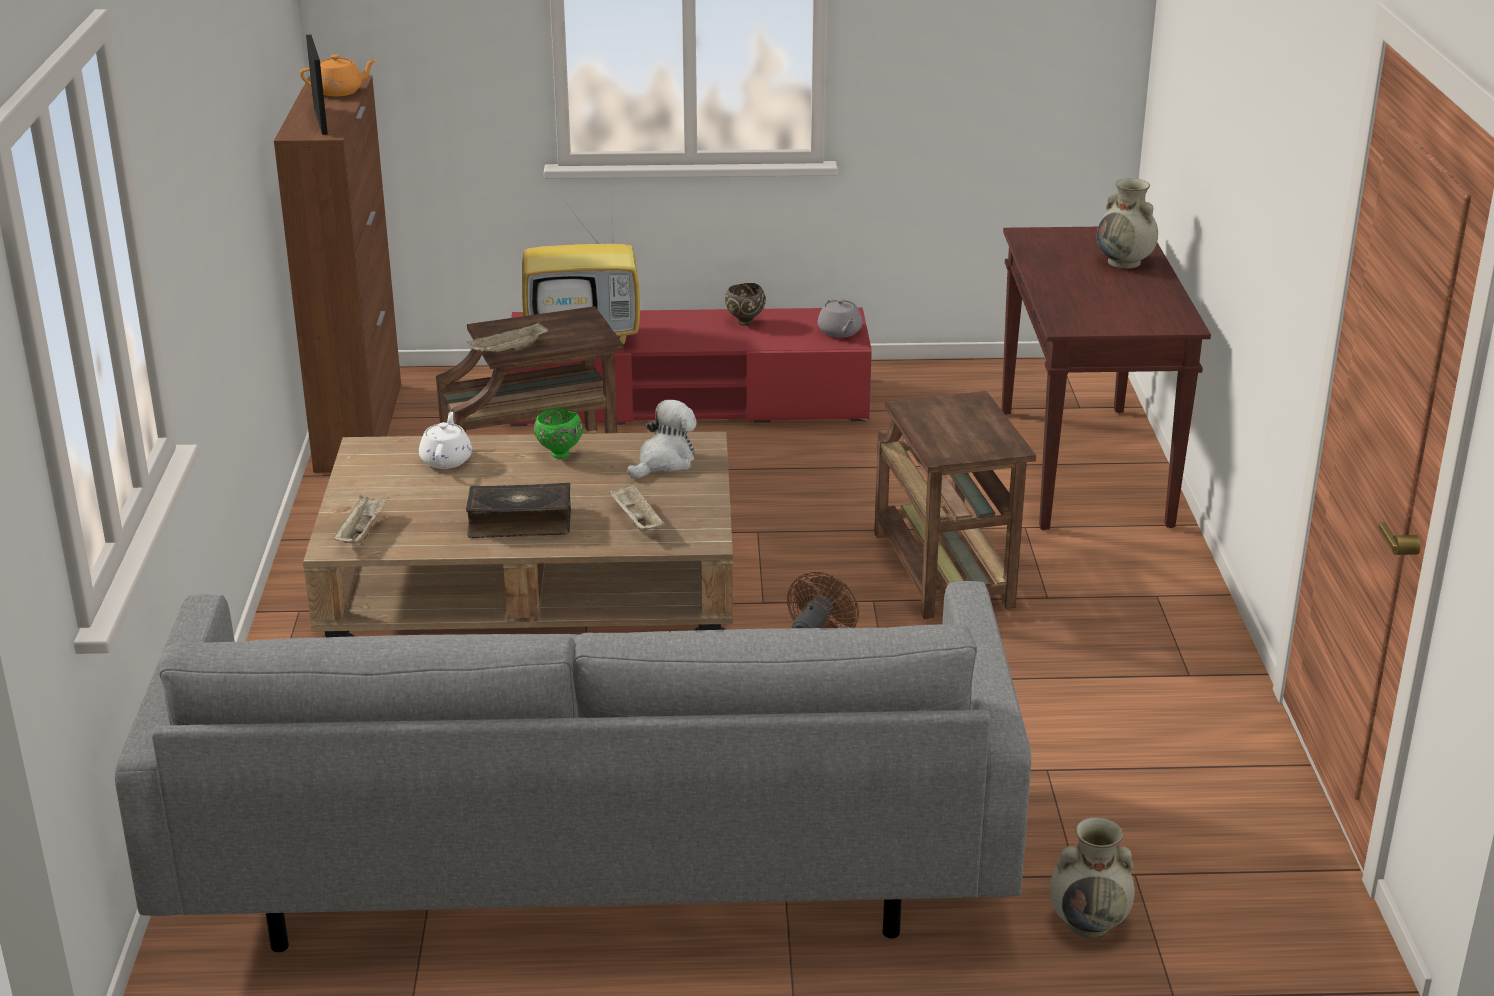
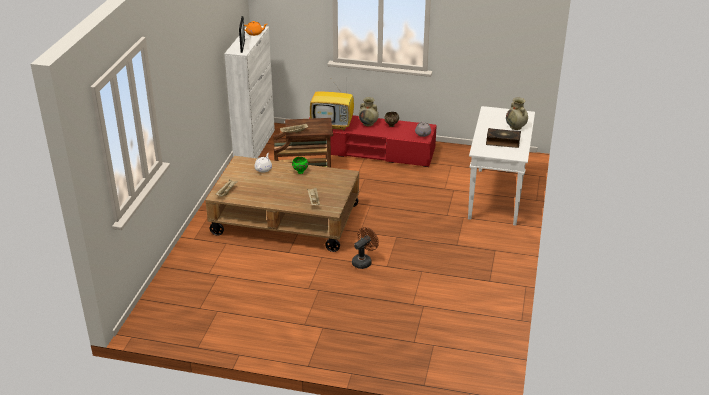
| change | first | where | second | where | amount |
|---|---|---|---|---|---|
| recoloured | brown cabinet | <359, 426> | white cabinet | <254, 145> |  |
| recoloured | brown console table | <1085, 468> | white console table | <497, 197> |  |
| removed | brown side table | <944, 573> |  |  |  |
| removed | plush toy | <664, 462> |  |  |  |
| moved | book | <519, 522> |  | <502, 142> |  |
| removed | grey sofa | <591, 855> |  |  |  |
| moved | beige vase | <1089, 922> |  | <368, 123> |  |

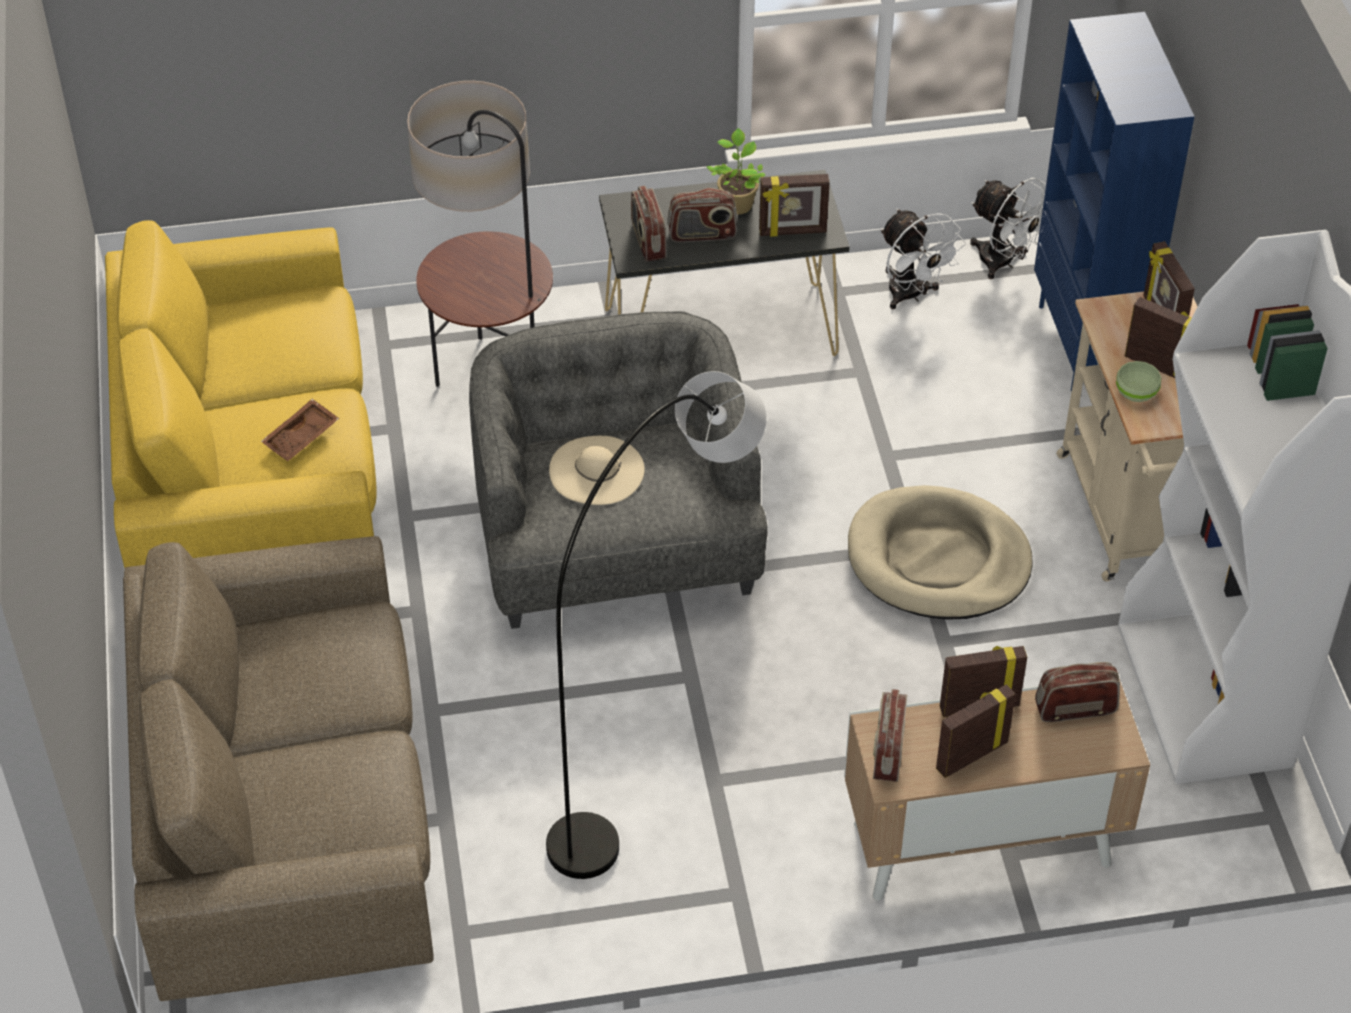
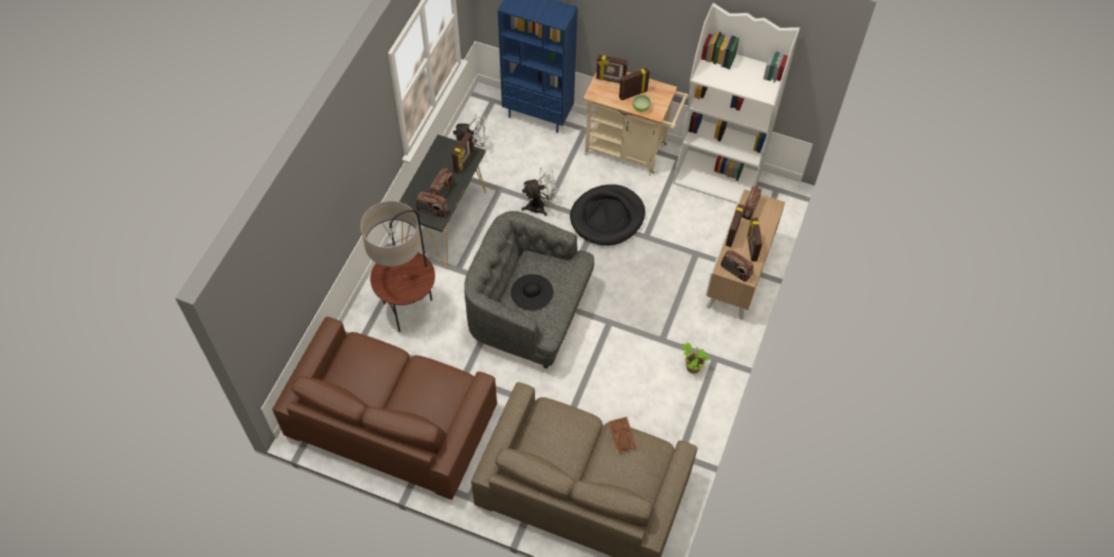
| change | first | where | second | where | amount |
|---|---|---|---|---|---|
| moved | potted plant | <737, 203> |  | <692, 367> |  |
| moved | white fan | <1004, 262> |  | <541, 206> |  |
| recoloured | yellow sofa | <251, 462> | brown sofa | <392, 419> |  |
| removed | grey floor lamp | <657, 753> |  |  |  |
| moved | brown tray | <302, 438> |  | <622, 436> |  |
| recoloured | beige hat | <596, 470> | black hat | <532, 292> |  |
| recoloured | beige dog bed | <938, 559> | black dog bed | <607, 217> |  |

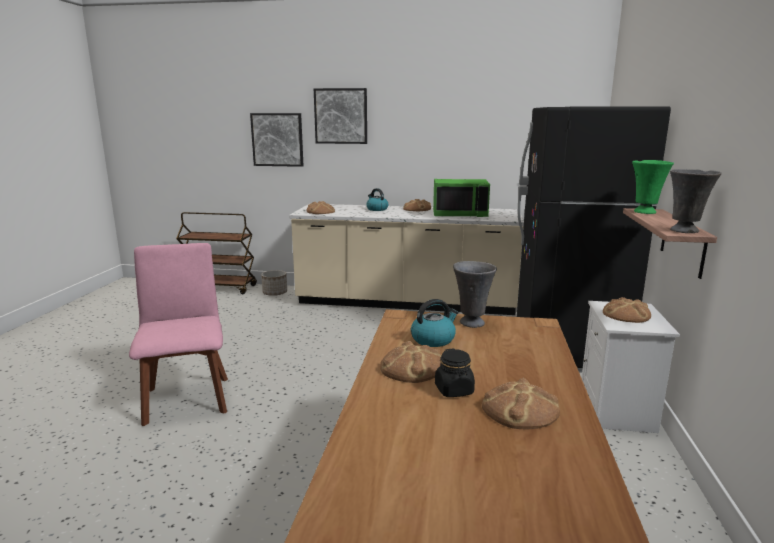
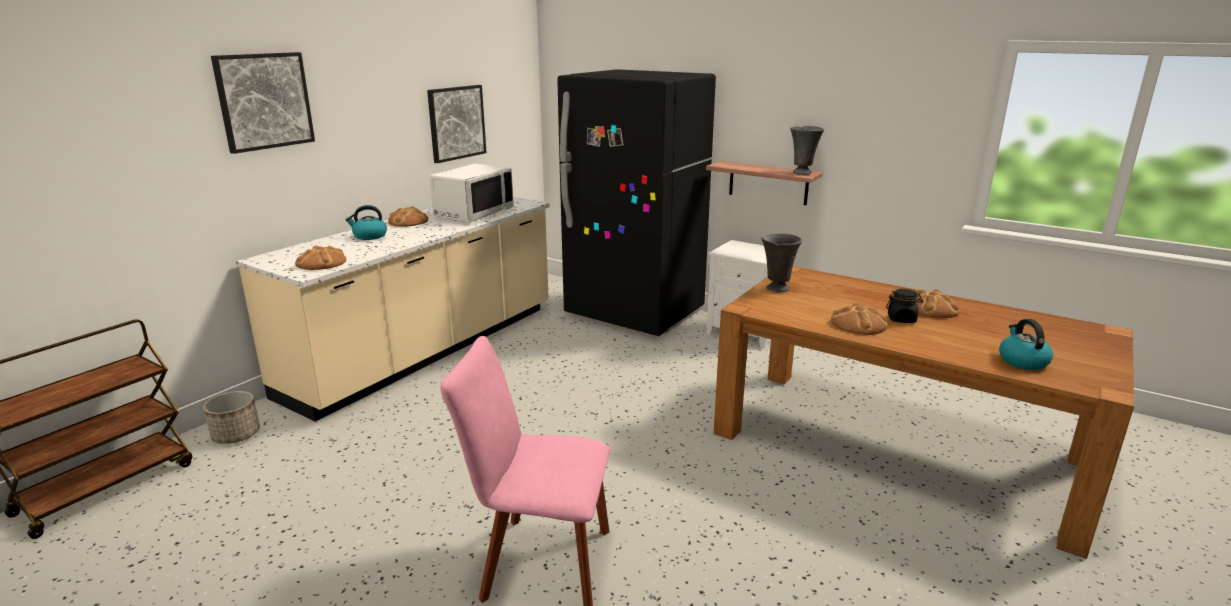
| change | first | where | second | where | amount |
|---|---|---|---|---|---|
| moved | picture | <277, 139> |  | <456, 123> |  |
| removed | green vase | <645, 212> |  |  |  |
| recoloured | green microwave | <460, 214> | white microwave | <473, 213> |  |
| removed | bread | <626, 314> |  |  |  |
| moved | kettle | <433, 339> |  | <1022, 361> |  |

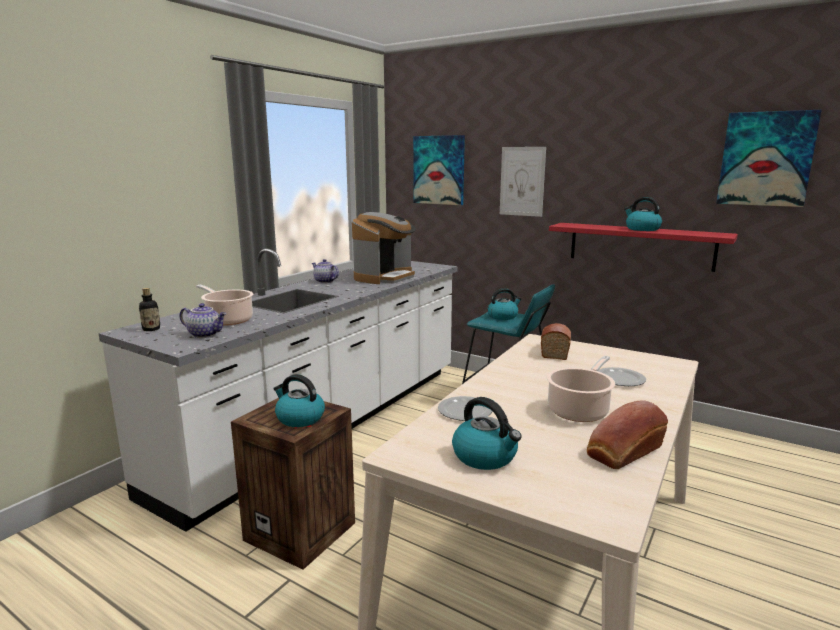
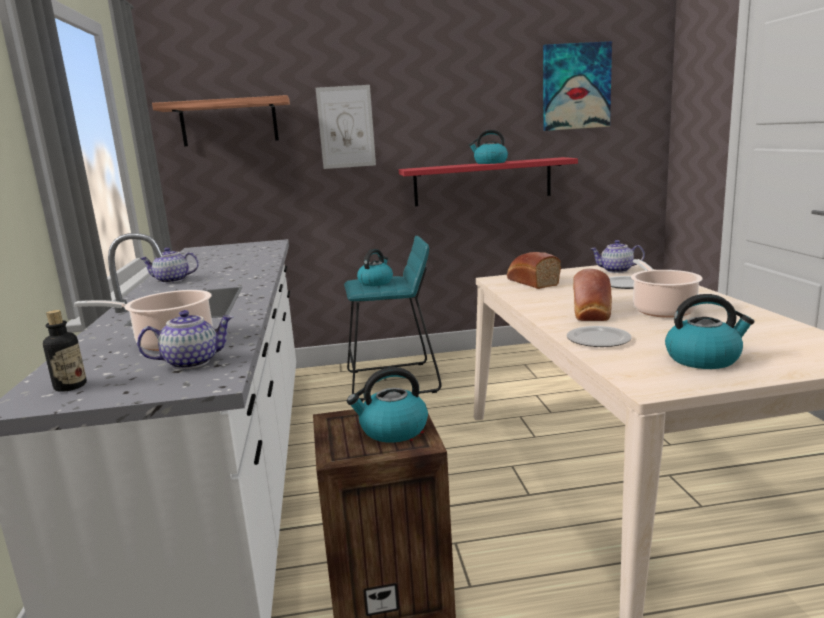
| change | first | where | second | where | amount |
|---|---|---|---|---|---|
| replaced | picture | <439, 170> | shelf | <229, 122> |  |
| removed | coffee machine | <385, 277> |  |  |  |
| moved | bread | <622, 452> |  | <591, 312> |  |
| added |  |  | teapot | <616, 271> |  |

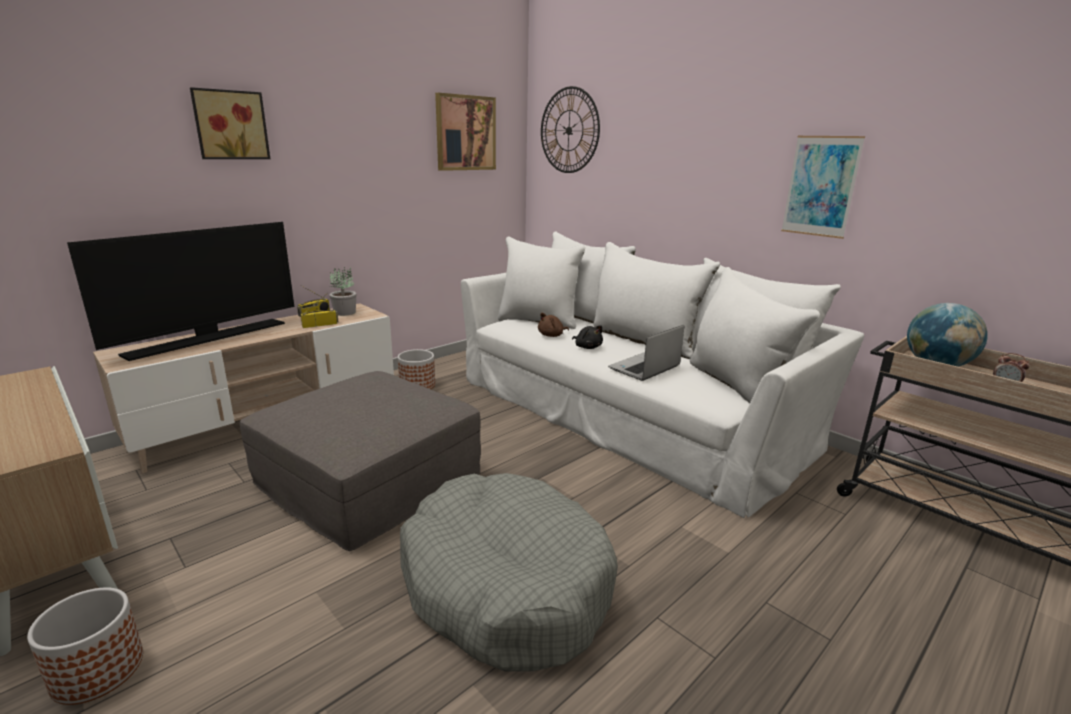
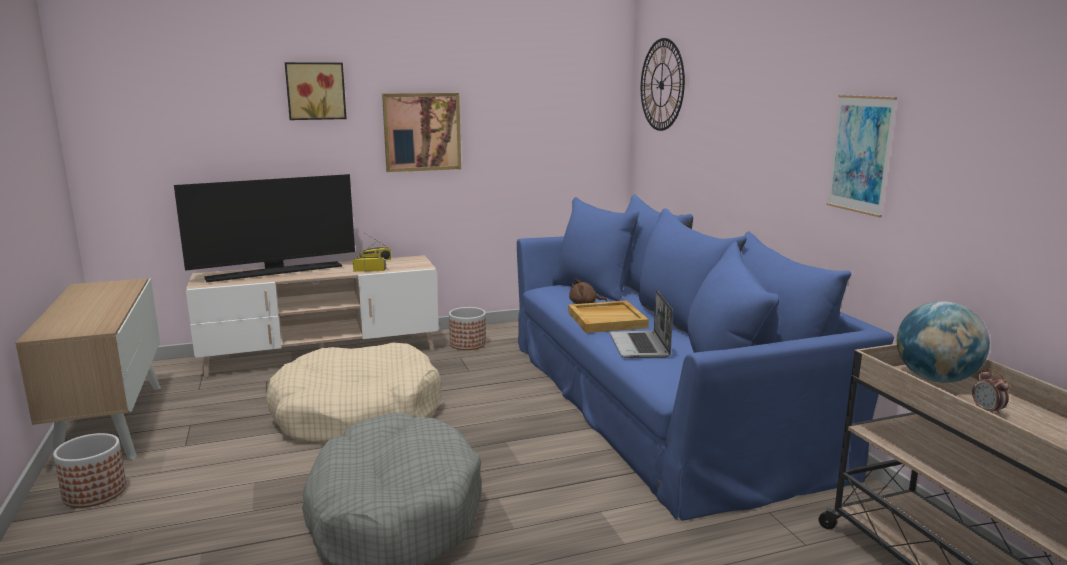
| change | first | where | second | where | amount |
|---|---|---|---|---|---|
| moved | picture | <465, 133> |  | <422, 132> |  |
| recoloured | white sofa | <626, 411> | blue sofa | <657, 400> |  |
| removed | potted plant | <345, 312> |  |  |  |
| replaced | black plush toy | <587, 347> | beige tray | <607, 320> |  |
| turned | laptop | <644, 368> |  | <640, 346> | 75 degrees counterclockwise |
| replaced | grey ottoman | <368, 479> | beige dog bed | <357, 413> |  |

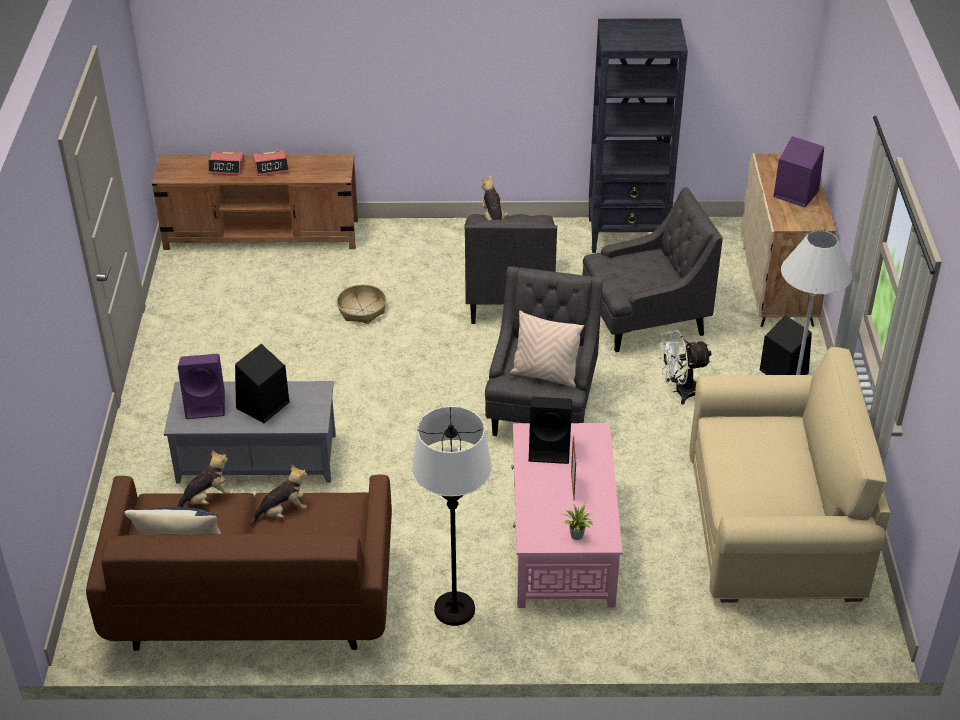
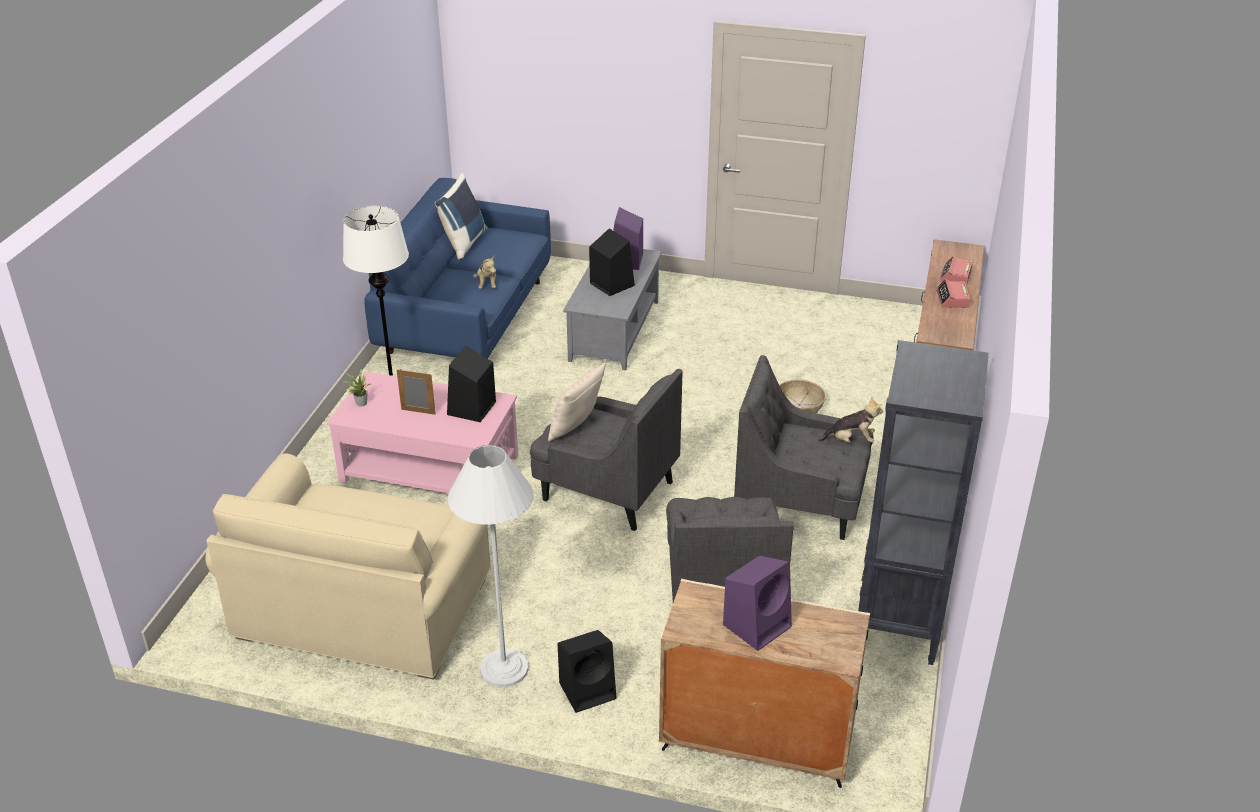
| change | first | where | second | where | amount |
|---|---|---|---|---|---|
| removed | white fan | <680, 391> |  |  |  |
| removed | plush toy | <206, 499> |  |  |  |
| recoloured | brown sofa | <252, 596> | blue sofa | <467, 316> |  |

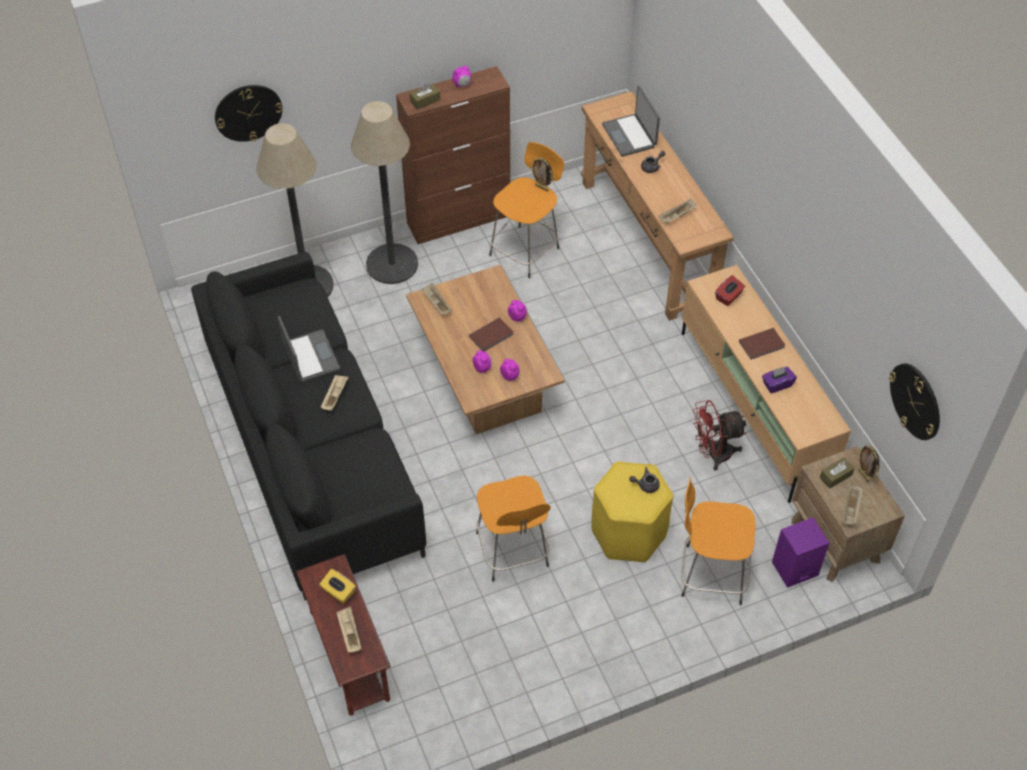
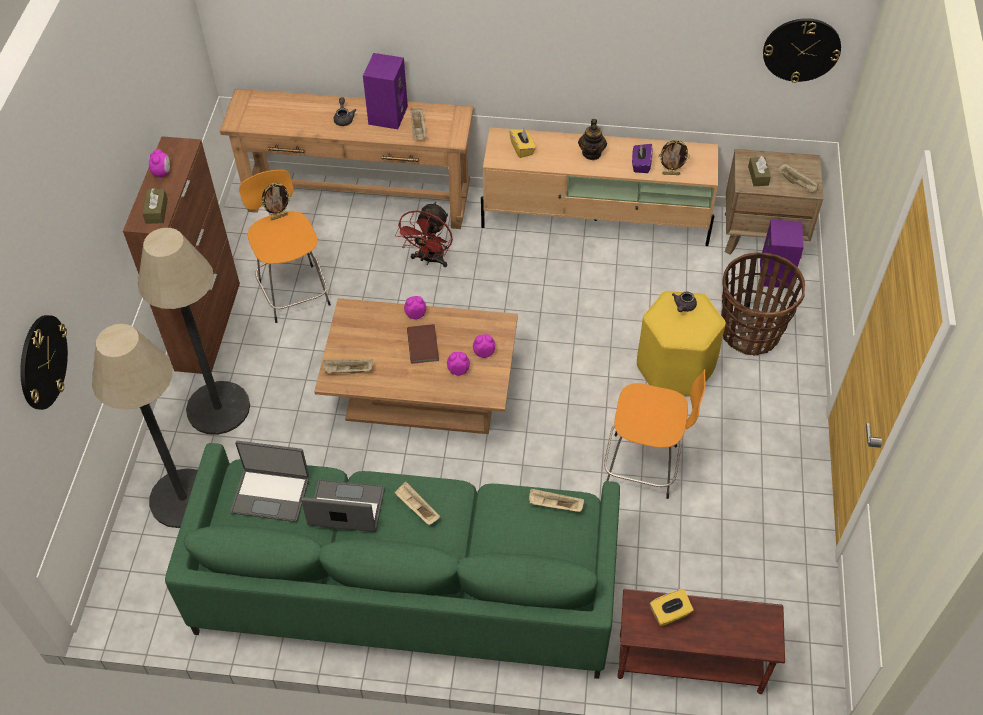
| change | first | where | second | where | amount |
|---|---|---|---|---|---|
| moved | laptop | <630, 136> |  | <271, 494> |  |
| recoloured | black sofa | <312, 446> | green sofa | <406, 586> |  |
| recoloured | red tissue box | <728, 297> | yellow tissue box | <522, 149> |  |
| replaced | brown book | <762, 345> | teapot | <592, 153> |  |
| moved | red fan | <713, 454> |  | <429, 259> |  |
| moved | picture frame | <864, 476> |  | <671, 173> |  |
| replaced | orange stool | <710, 574> | basket | <750, 332> |  |
| moved | beige tray | <349, 633> |  | <554, 506> |  |
| added |  |  | purple speaker | <387, 114> |  |

